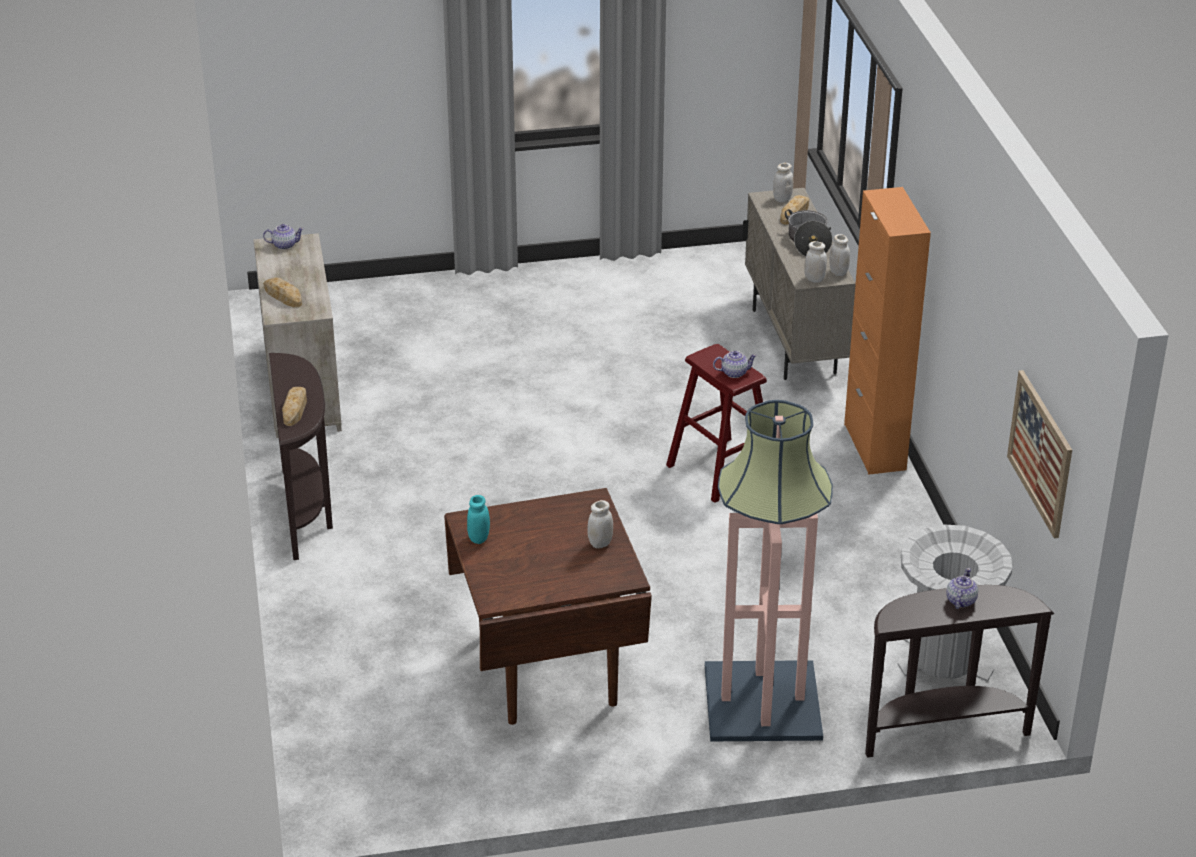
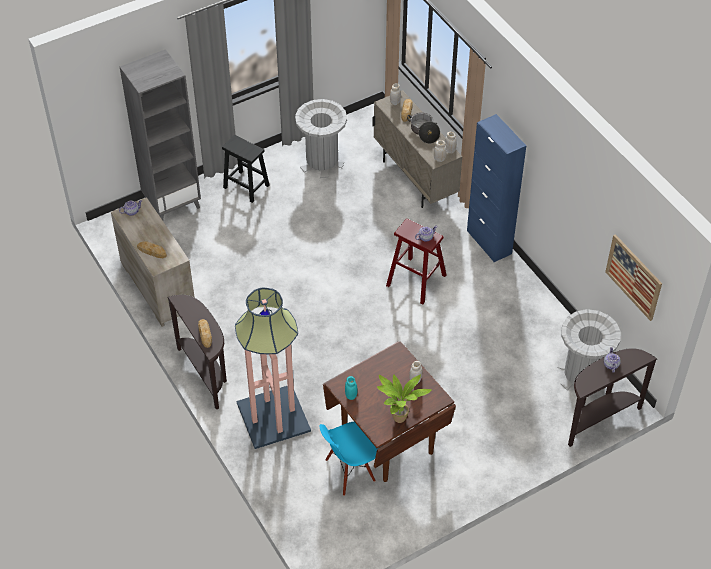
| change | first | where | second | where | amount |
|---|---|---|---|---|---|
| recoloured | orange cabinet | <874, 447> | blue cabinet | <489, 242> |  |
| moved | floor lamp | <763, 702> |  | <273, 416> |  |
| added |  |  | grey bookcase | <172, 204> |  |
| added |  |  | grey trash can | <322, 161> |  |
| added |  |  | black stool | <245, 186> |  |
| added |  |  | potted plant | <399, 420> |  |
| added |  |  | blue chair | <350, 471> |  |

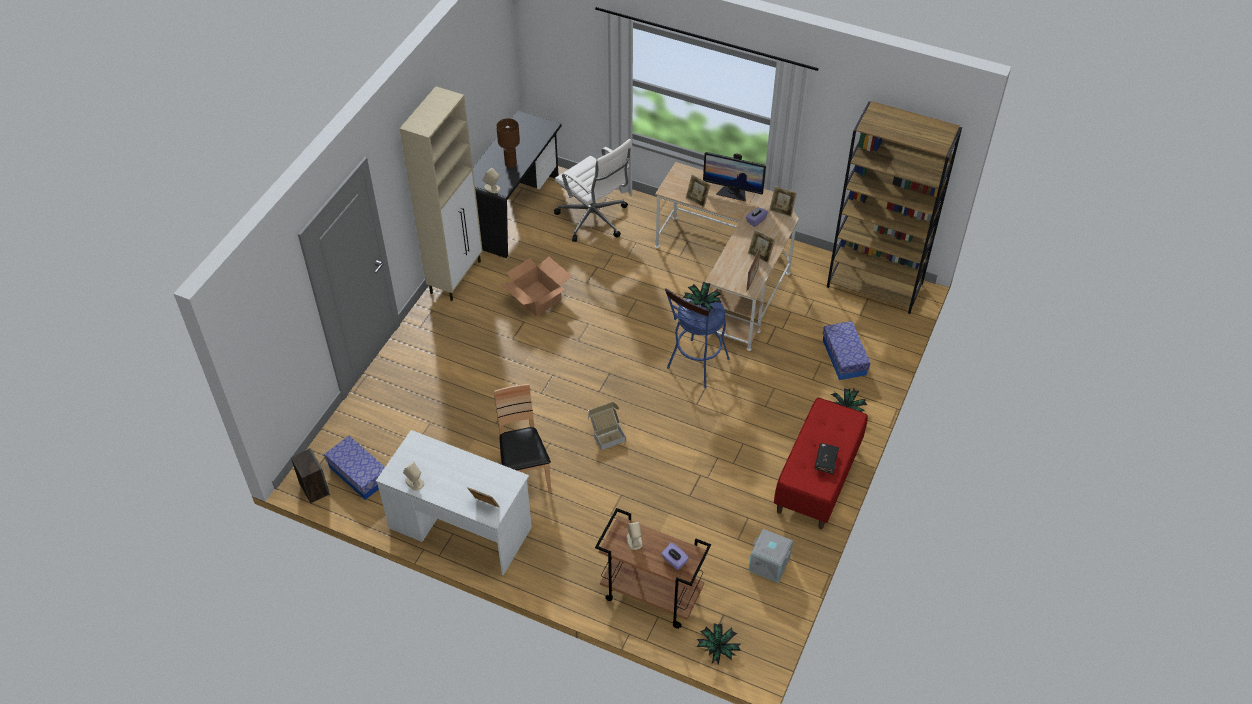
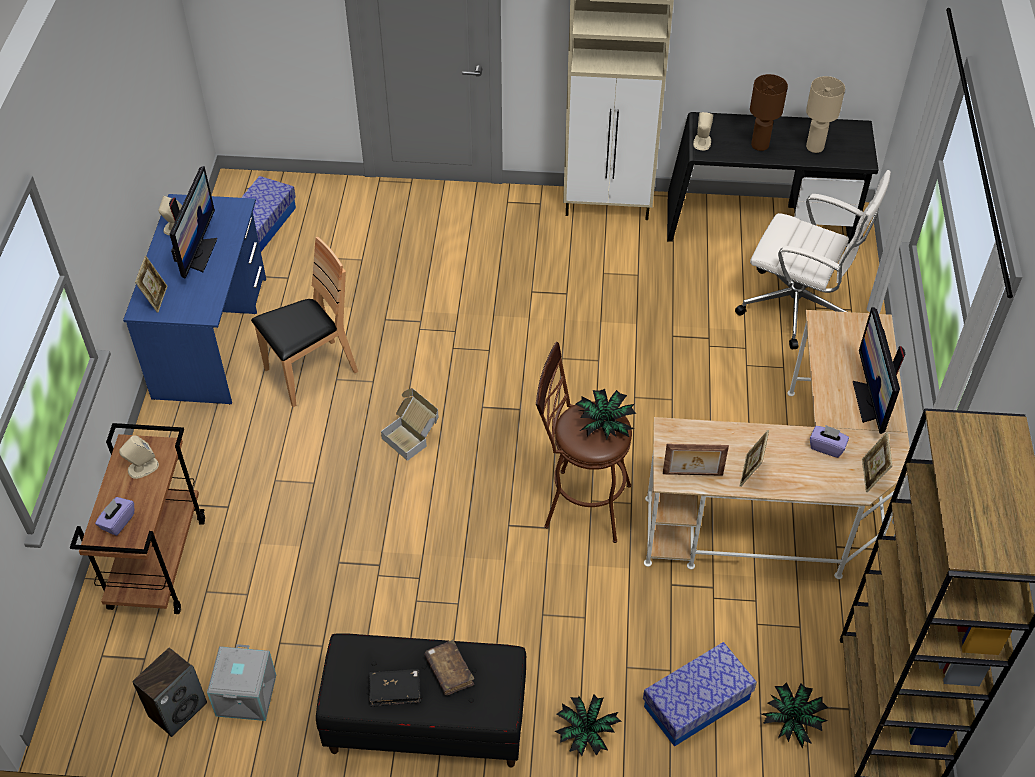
| change | first | where | second | where | amount |
|---|---|---|---|---|---|
| turned | white office chair | <594, 219> |  | <797, 308> | 90 degrees counterclockwise |
| removed | picture frame | <697, 200> |  |  |  |
| removed | cardboard box | <537, 298> |  |  |  |
| recoloured | blue stool | <695, 366> | brown stool | <579, 504> |  |
| recoloured | red bench | <818, 479> | black bench | <426, 724> |  |
| recoloured | white desk | <460, 528> | blue desk | <211, 337> |  |
| moved | speaker | <314, 489> |  | <178, 709> |  |
| moved | potted plant | <717, 648> |  | <793, 720> |  |
| added |  |  | beige table lamp | <814, 147> |  |
| added |  |  | monitor | <198, 254> |  |
| added |  |  | brown book | <449, 671> |  |

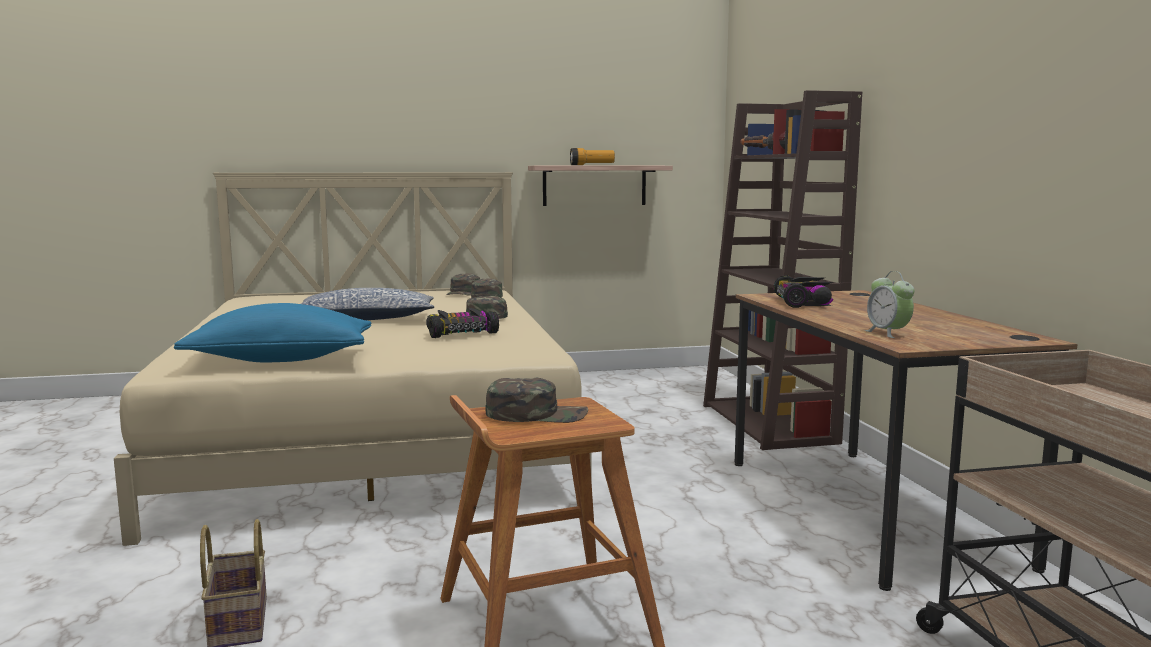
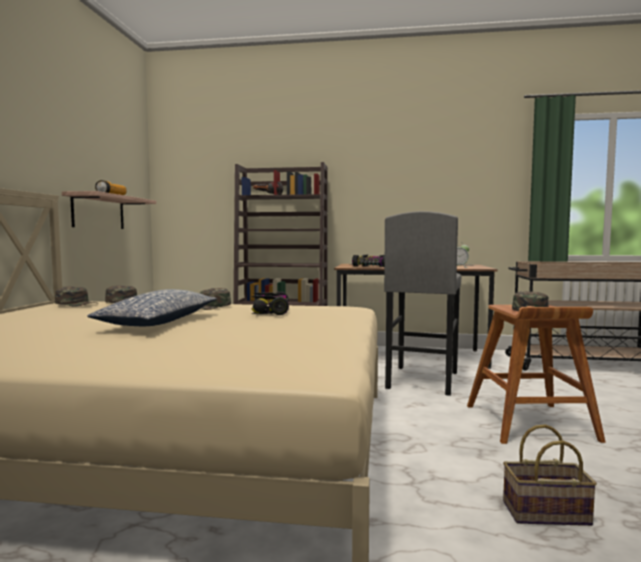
| change | first | where | second | where | amount |
|---|---|---|---|---|---|
| removed | blue pillow | <281, 360> |  |  |  |
| added |  |  | grey stool | <421, 380> |  |

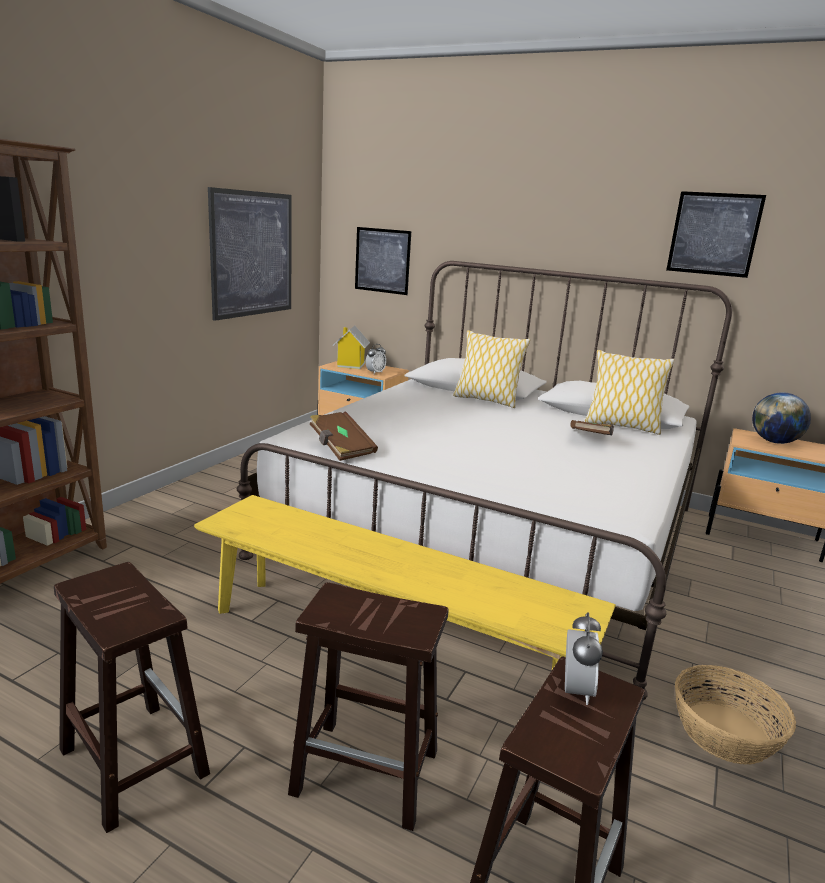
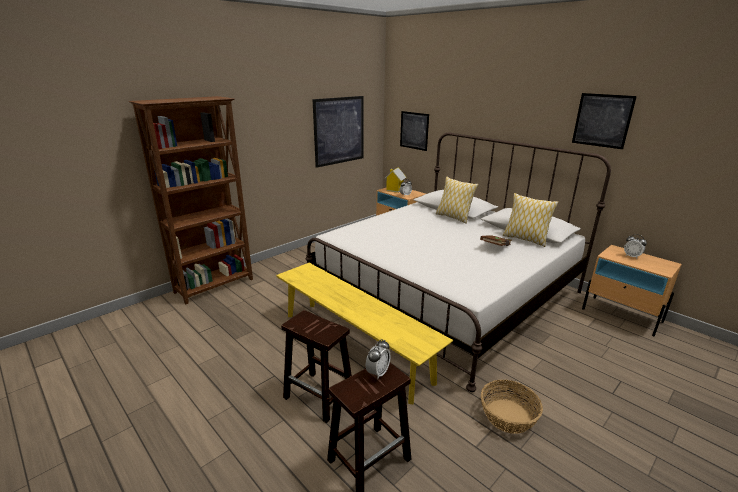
| change | first | where | second | where | amount |
|---|---|---|---|---|---|
| replaced | globe | <774, 442> | alarm clock | <632, 256> |  |
| removed | brown book | <341, 448> |  |  |  |
| removed | brown stool | <132, 760> |  |  |  |

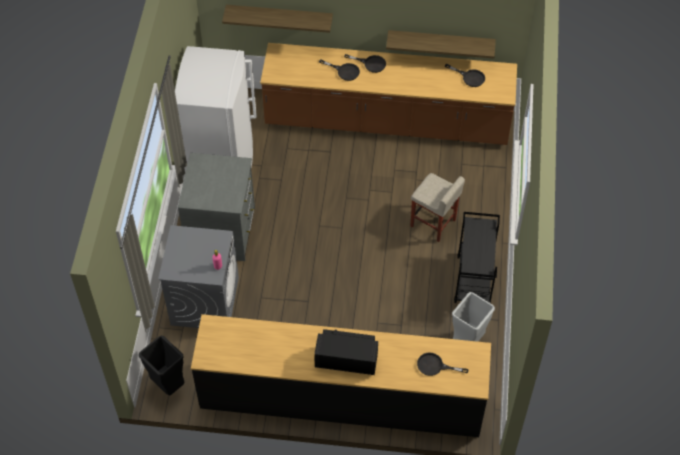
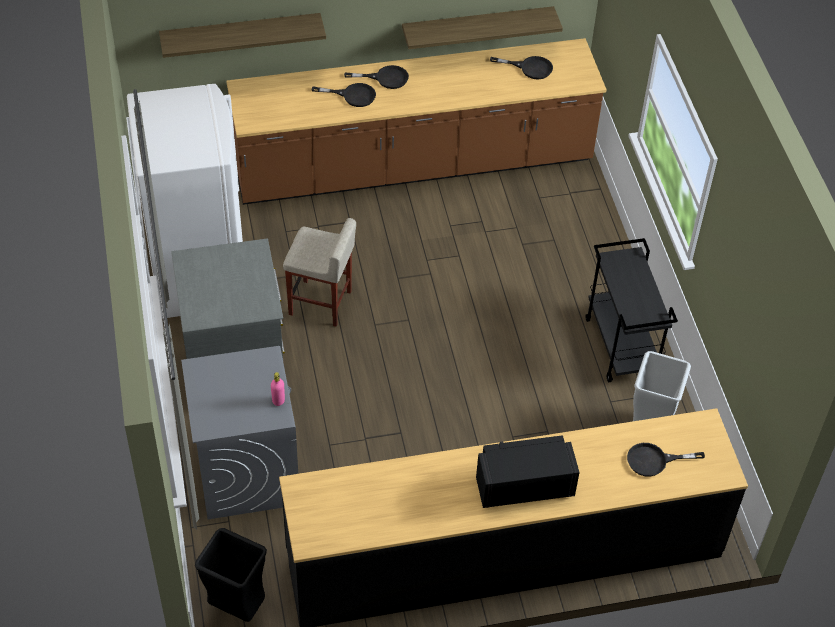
| change | first | where | second | where | amount |
|---|---|---|---|---|---|
| moved | beige stool | <433, 223> |  | <321, 303> |  |

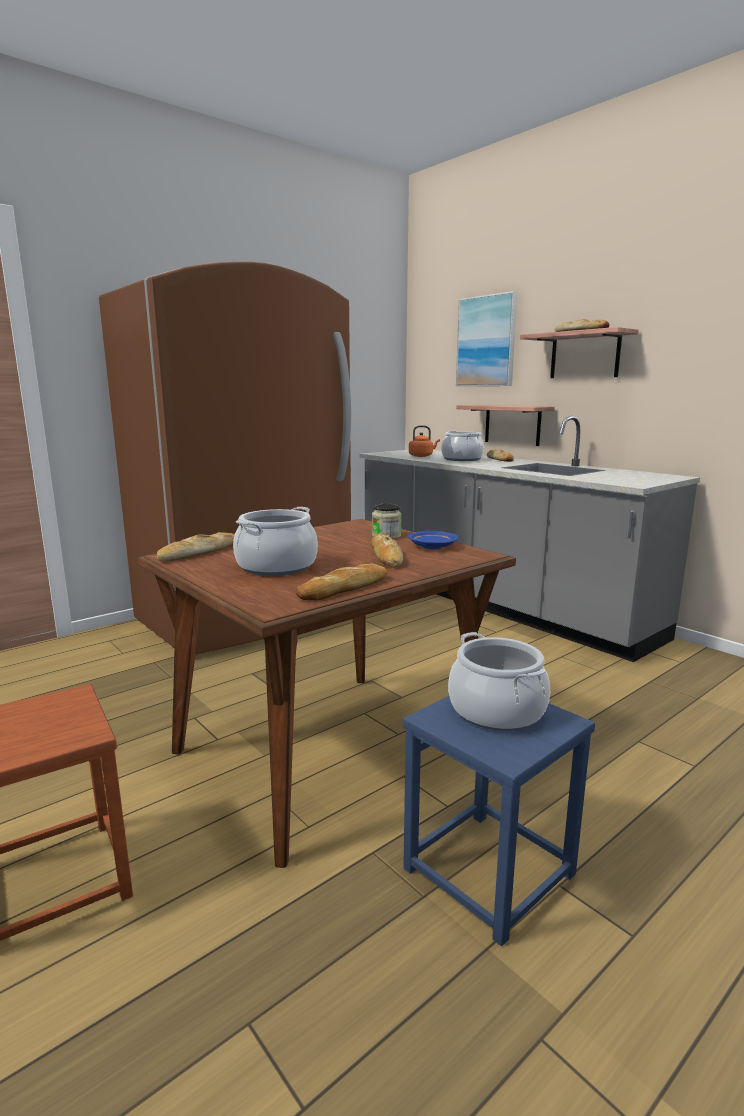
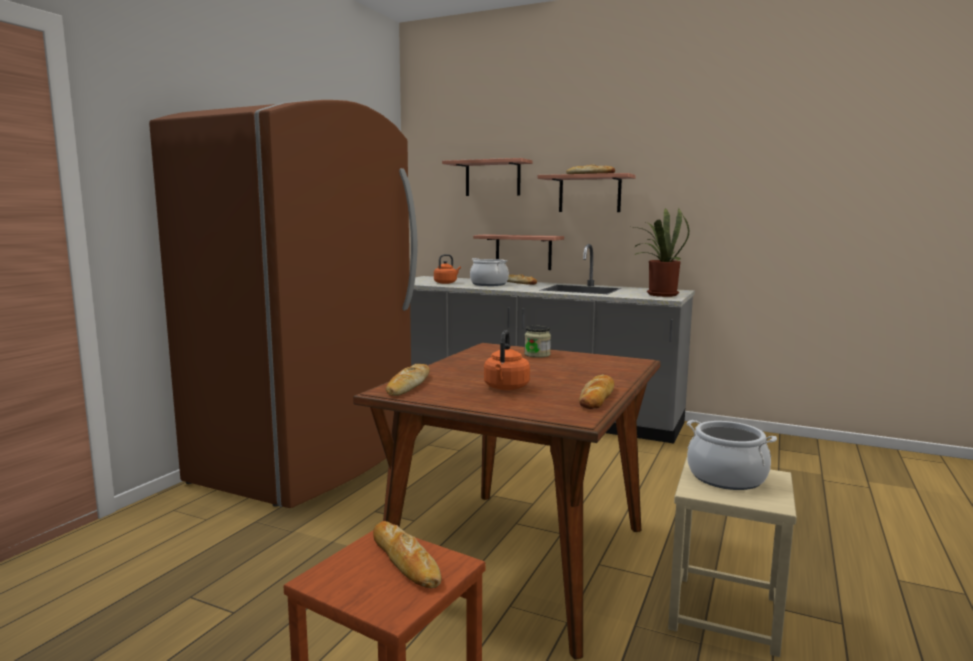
| change | first | where | second | where | amount |
|---|---|---|---|---|---|
| replaced | picture | <486, 341> | shelf | <493, 178> |  |
| replaced | cooking pot | <277, 566> | orange kettle | <506, 388> |  |
| removed | blue plate | <432, 547> |  |  |  |
| moved | bread | <386, 555> |  | <405, 560> |  |
| recoloured | blue stool | <489, 872> | beige stool | <726, 613> |  |
| added |  |  | potted plant | <659, 294> |  |

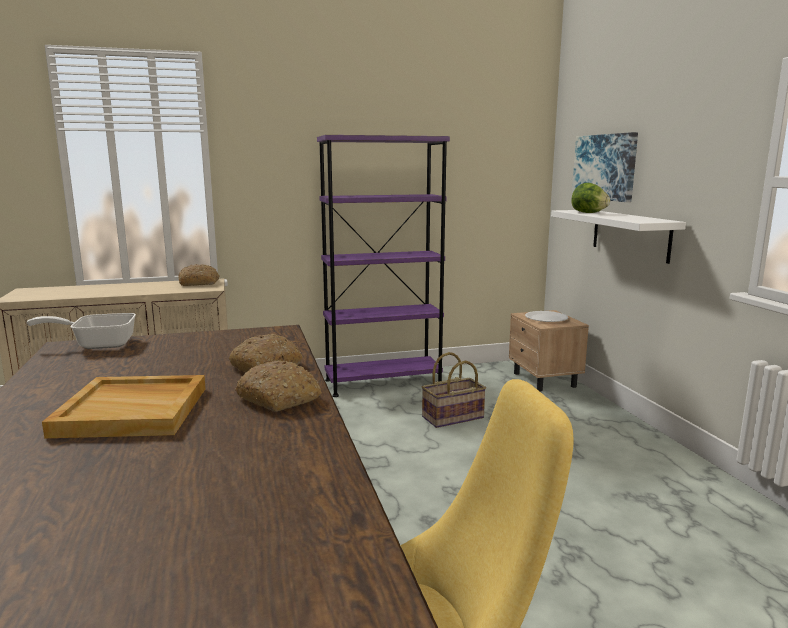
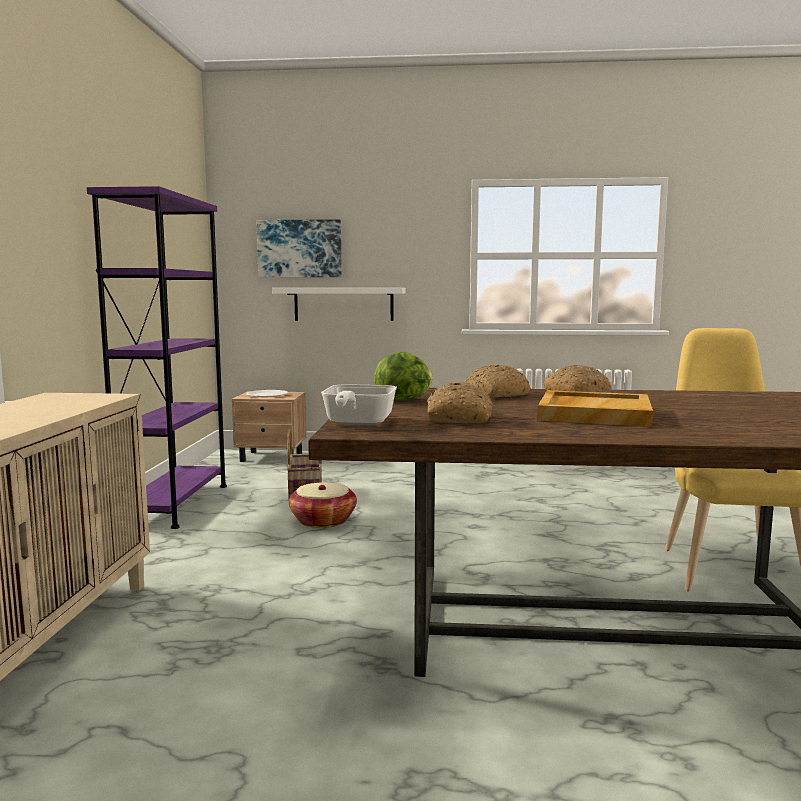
| change | first | where | second | where | amount |
|---|---|---|---|---|---|
| moved | lettuce | <588, 213> |  | <404, 399> |  |
| moved | bread | <199, 283> |  | <458, 418> |  |
| added |  |  | basket | <323, 521> |  |

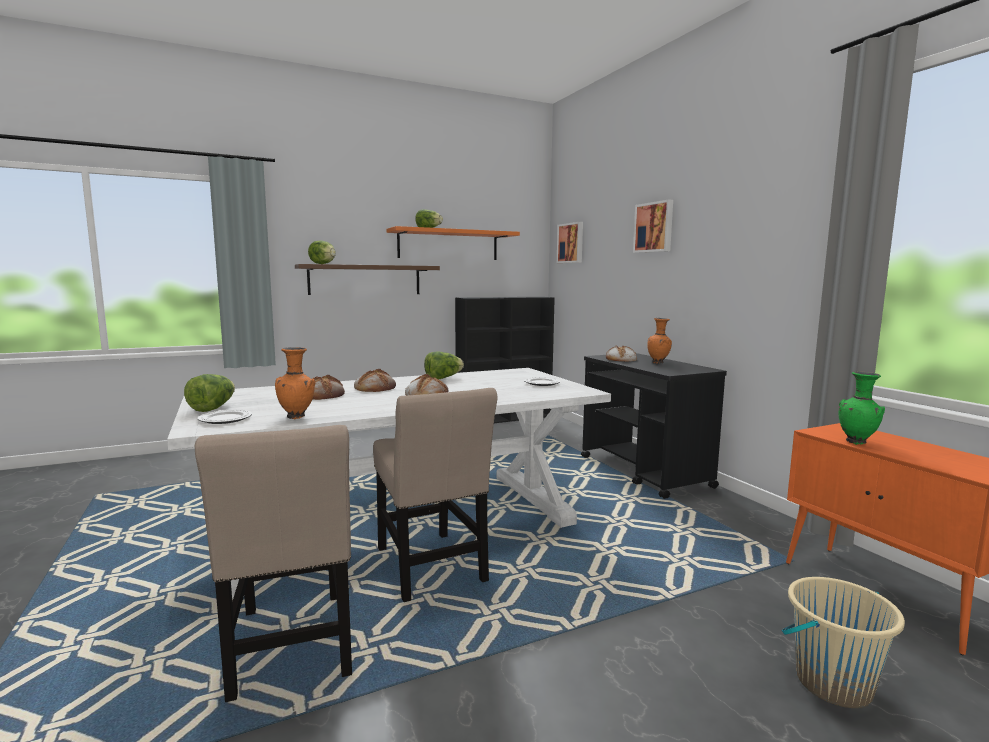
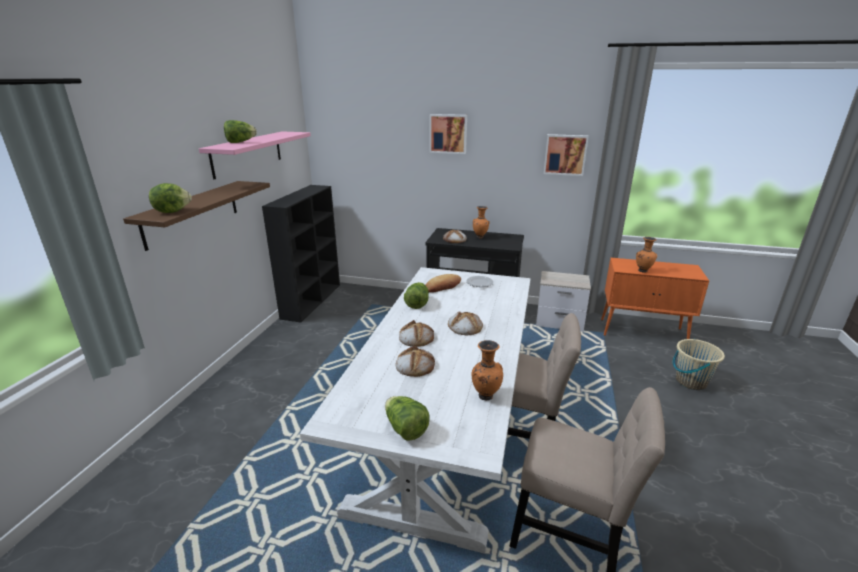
| change | first | where | second | where | amount |
|---|---|---|---|---|---|
| moved | picture | <571, 243> |  | <565, 154> |  |
| recoloured | orange shelf | <448, 245> | pink shelf | <247, 153> |  |
| recoloured | green vase | <857, 442> | orange vase | <643, 271> |  |
| removed | plate | <225, 419> |  |  |  |
| added |  |  | nightstand | <560, 322> |  |
| added |  |  | bread | <443, 286> |  |

